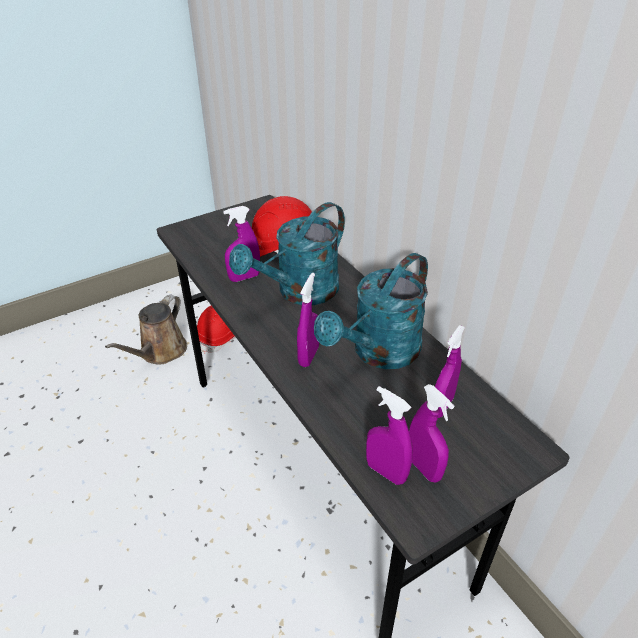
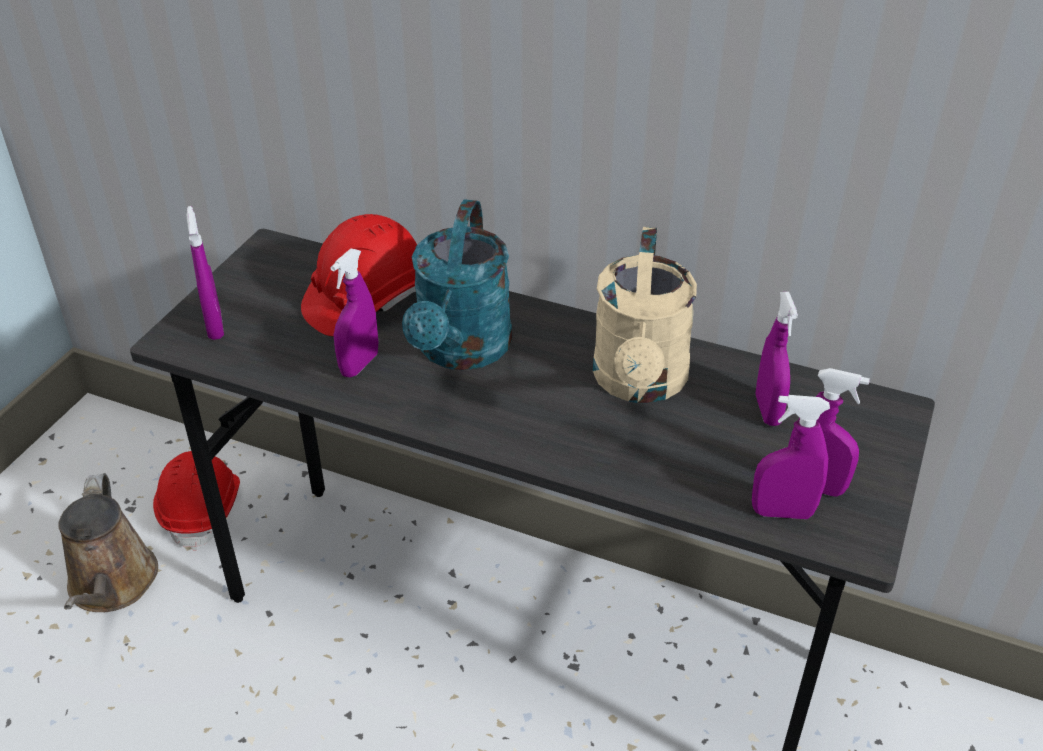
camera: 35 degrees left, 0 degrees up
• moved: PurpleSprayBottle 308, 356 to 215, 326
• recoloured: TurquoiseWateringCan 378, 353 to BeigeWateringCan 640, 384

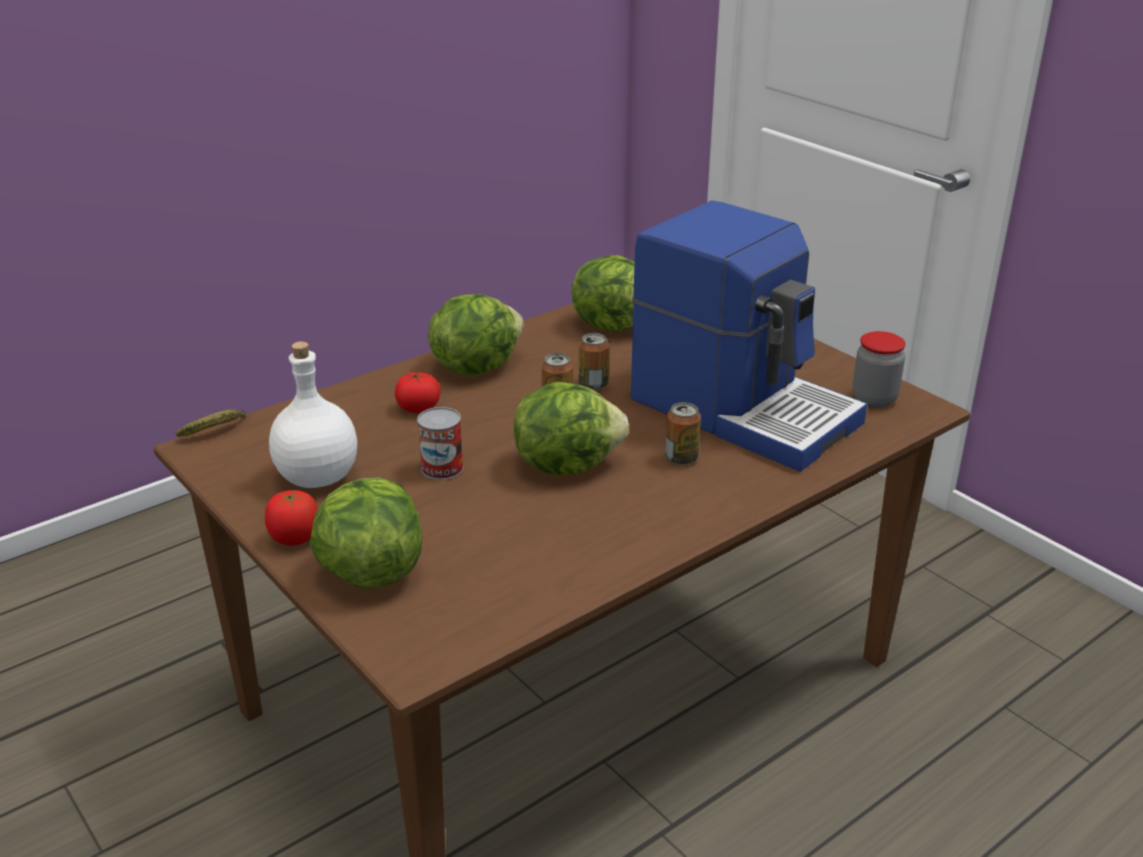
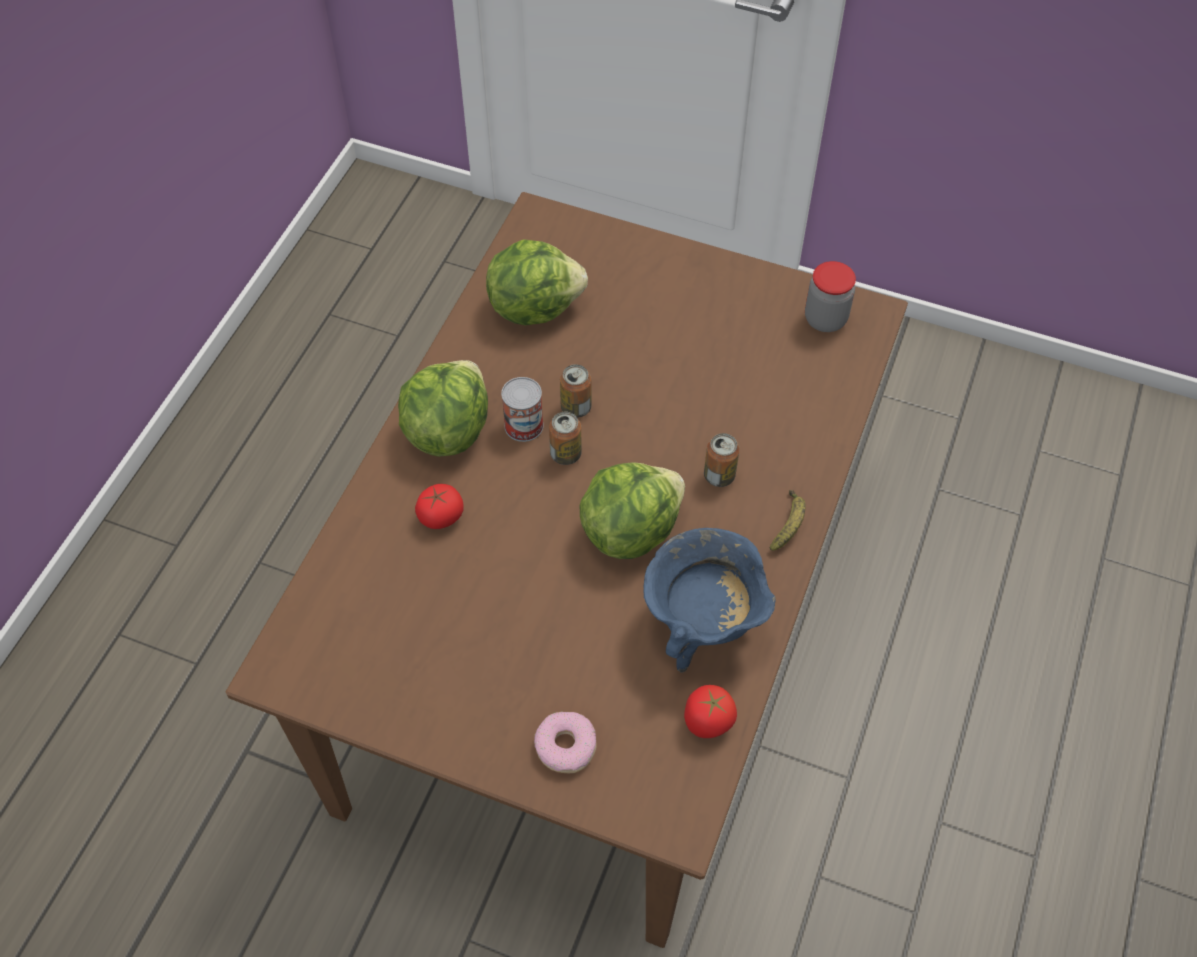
camera: 30 degrees left, 25 degrees up
• removed: WhiteBottle 316, 477
• removed: CoffeeMachine 744, 409
• added: BlueCookingPot 702, 627
• moved: Banana 216, 431 to 789, 524
• moved: Tomato 295, 538 to 707, 722
• moved: Can 442, 468 to 524, 425
• replaced: Lettuce 370, 571 to Donut 566, 746

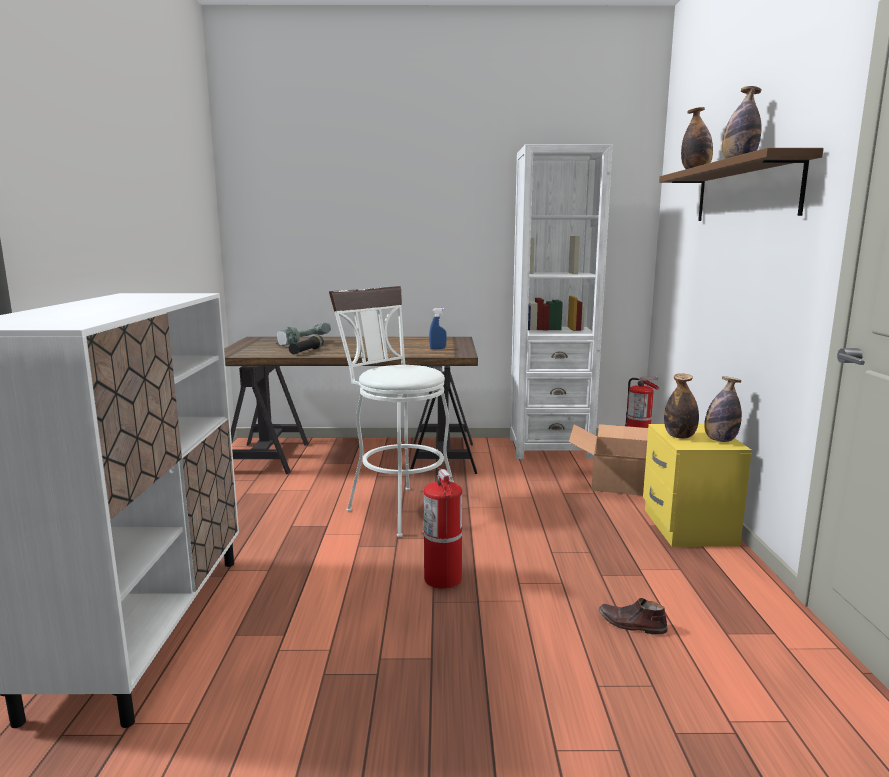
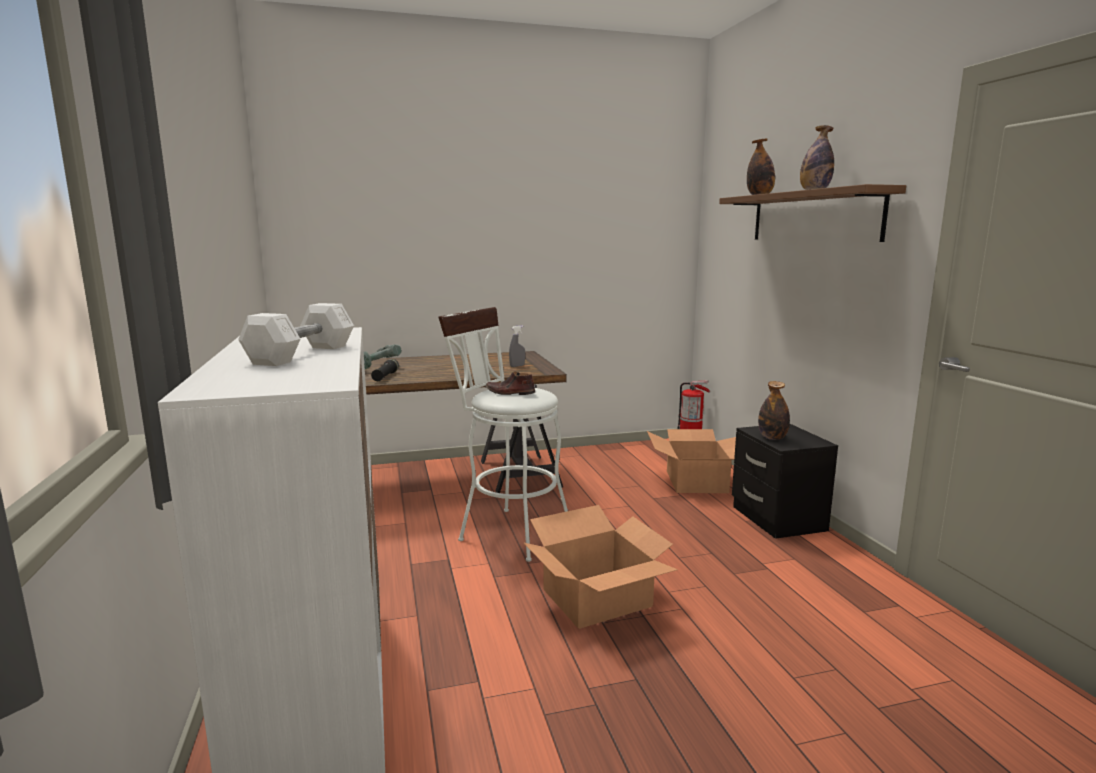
camera: 15 degrees left, 0 degrees up
• removed: WhiteBookcase 550, 448
• removed: Bottle 720, 440
• added: WhiteDumbbell 302, 354
• moved: BrownShoe 631, 624 to 510, 393
• replaced: FireExtinguisher 443, 579 to CardboardBox 598, 598
• recoloured: BlueSprayBottle 437, 348 to GreySprayBottle 517, 366
• recoloured: YellowNightstand 686, 527 to BlackNightstand 776, 519

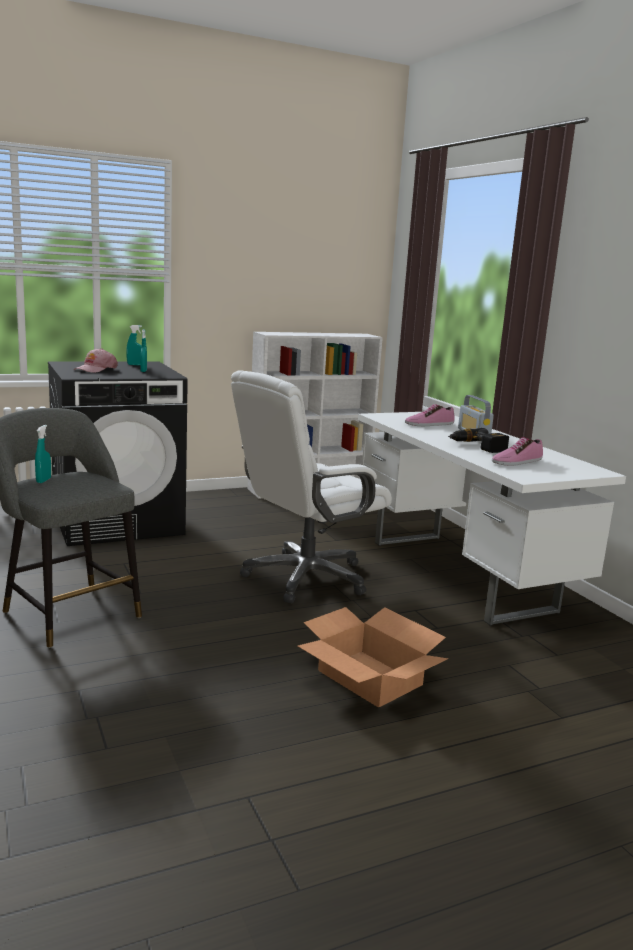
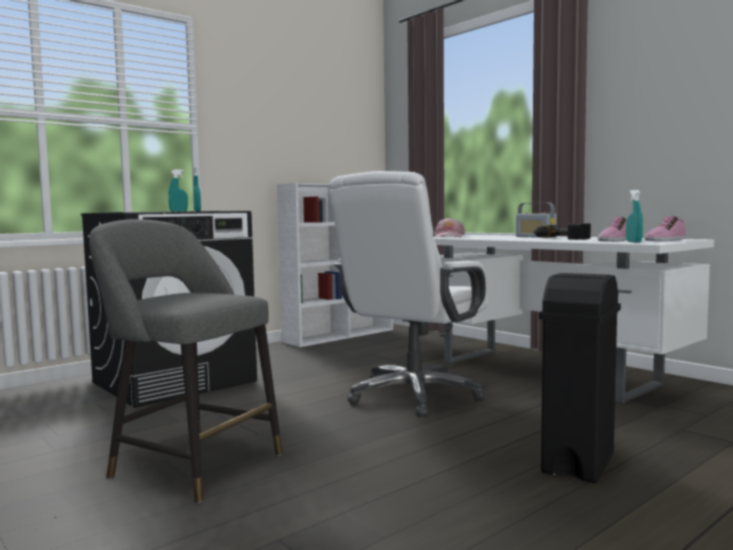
camera: 15 degrees left, 10 degrees down
• moved: TurquoiseSprayBottle 43, 480 to 633, 242
• moved: PinkCap 96, 369 to 449, 237
• moved: Shoe 429, 424 to 665, 240
• replaced: CardboardBox 369, 678 to BlackTrashCan 579, 463

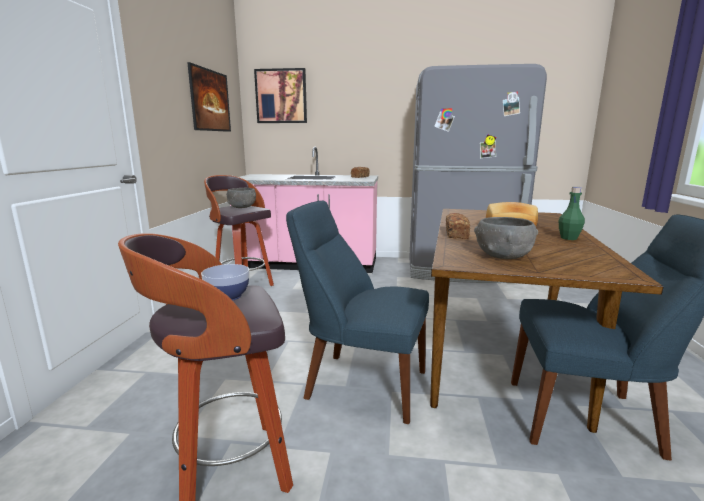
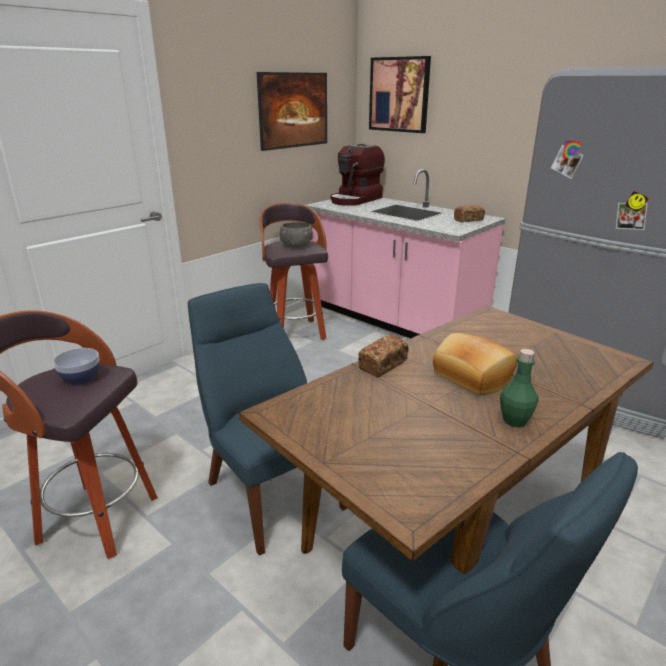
camera: 35 degrees right, 10 degrees up
• removed: GreyBowl 503, 256
• added: CoffeeMachine 356, 200

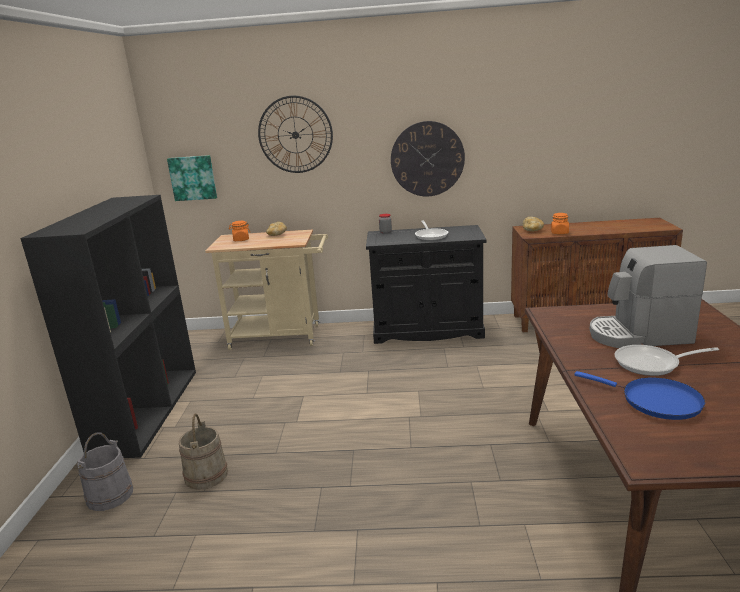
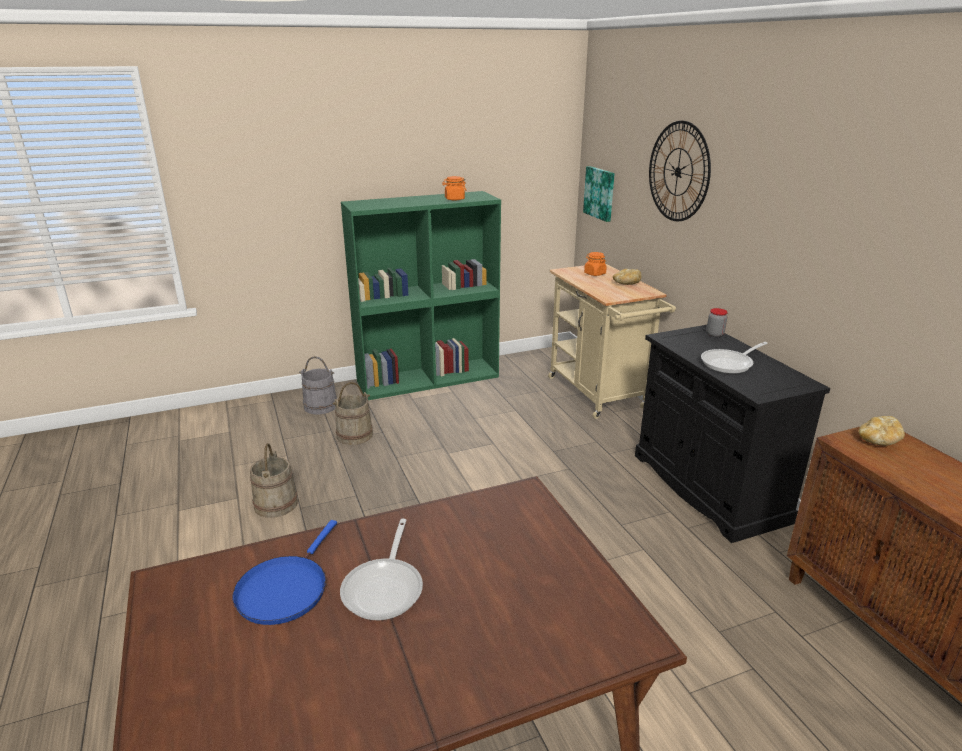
camera: 65 degrees right, 5 degrees up
• removed: WallClock 427, 159
• removed: CoffeeMachine 638, 335
• added: BeigeBucket 276, 504
• moved: OrangeJar 559, 233 to 454, 199
• recoloured: BlackBookcase 147, 410 to GreenBookcase 429, 378
• turned: FryingPan 652, 364 = 385, 588 150 degrees counterclockwise

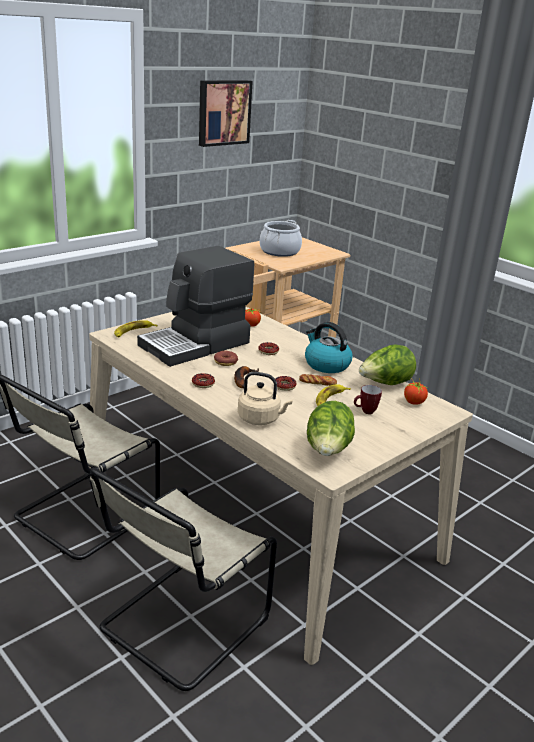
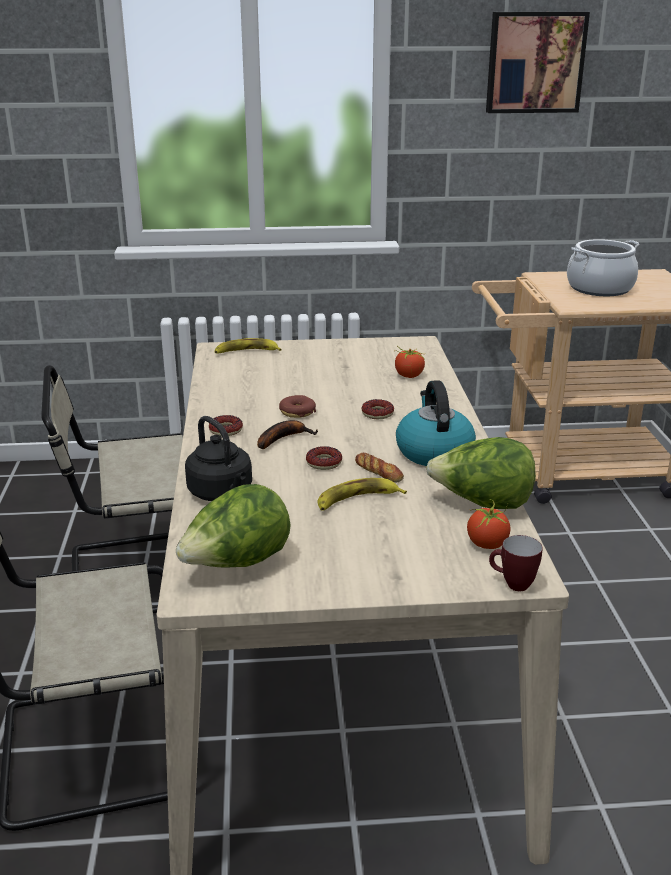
camera: 40 degrees right, 0 degrees up
• removed: CoffeeMachine 196, 344
• moved: Mug 365, 412 to 512, 584
• recoloured: BeigeKettle 261, 419 to BlackKettle 222, 493

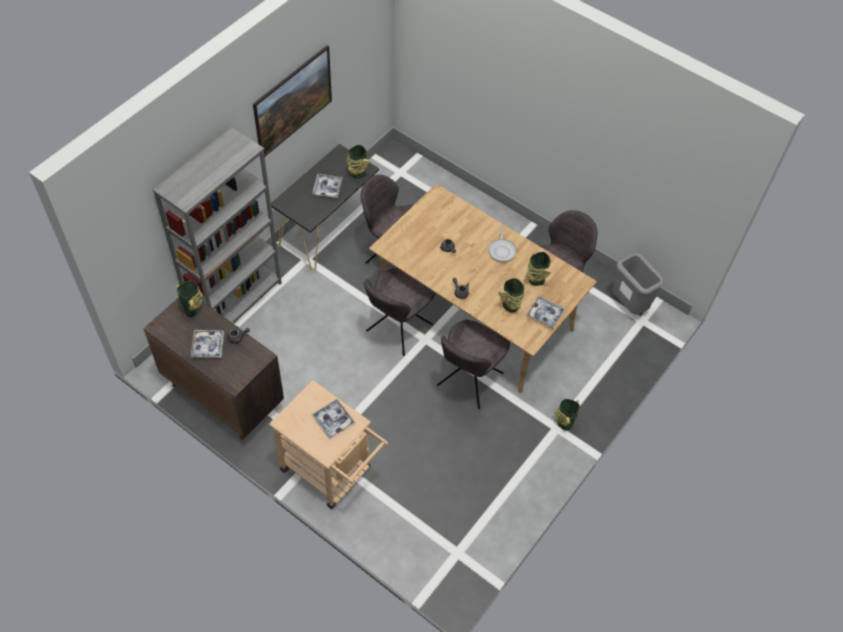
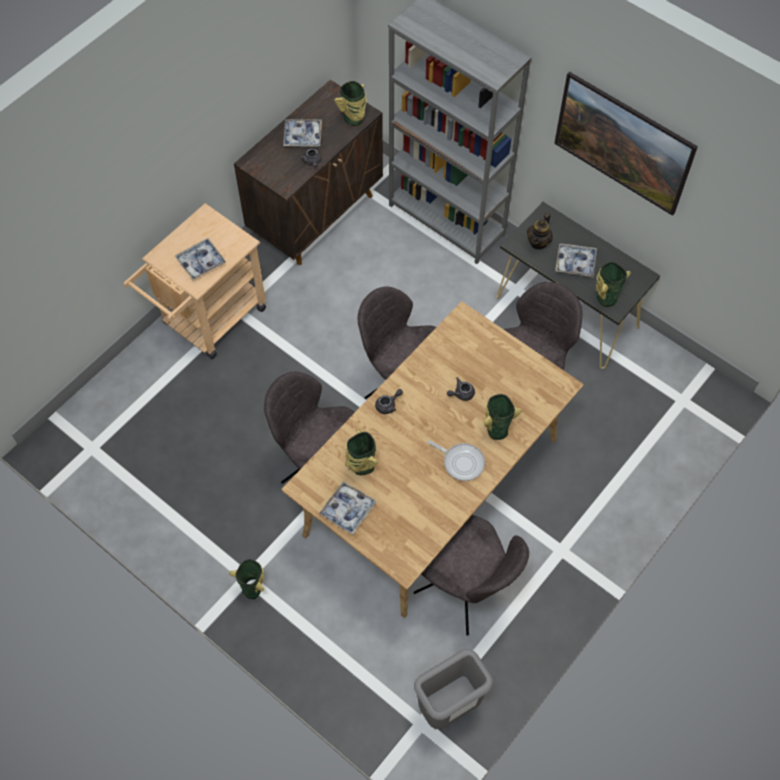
camera: 95 degrees right, 5 degrees up
• added: Teapot 538, 242
• moved: Vase 535, 280 to 496, 428
• turned: FryingPan 502, 250 = 461, 462 150 degrees counterclockwise

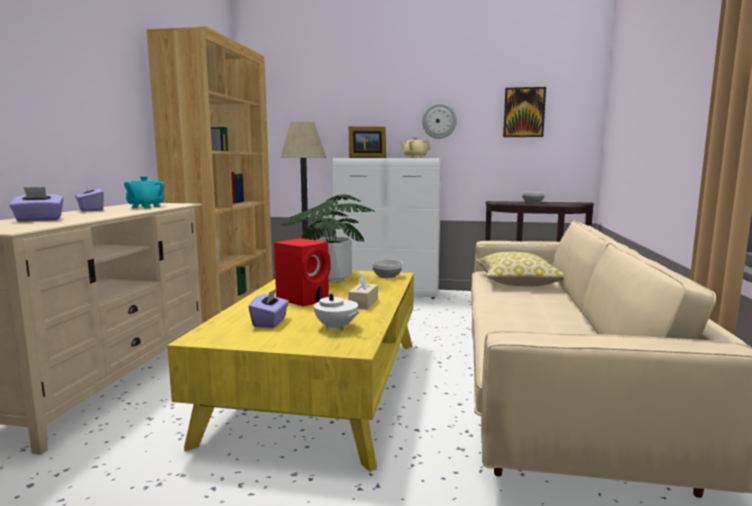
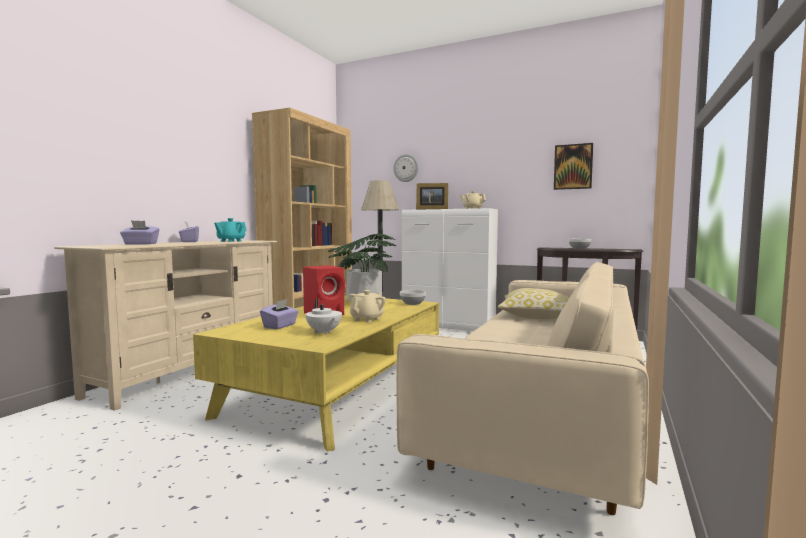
camera: 15 degrees right, 5 degrees down
• moved: WallClock 439, 121 to 406, 168
• replaced: BeigeTissueBox 363, 303 to BeigeTeapot 367, 319

